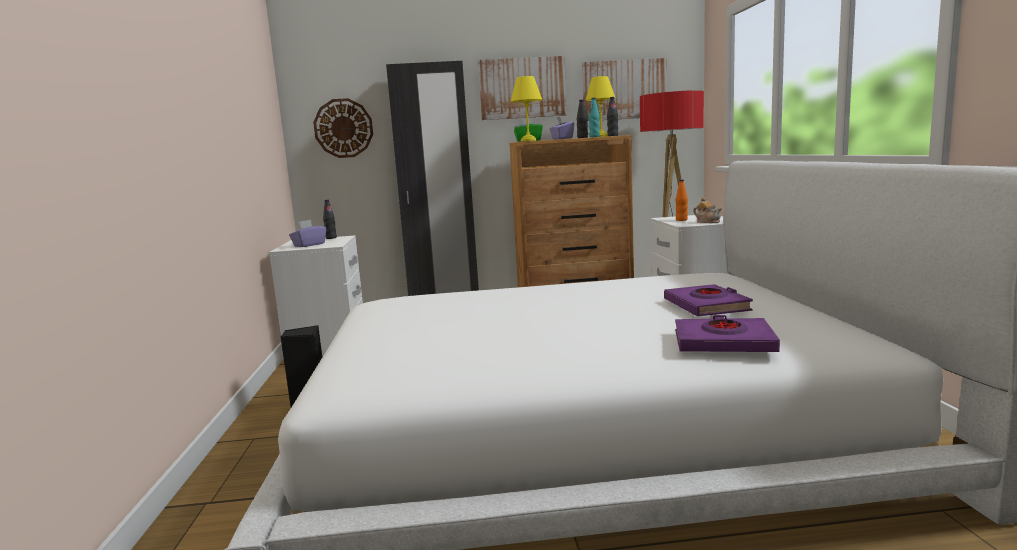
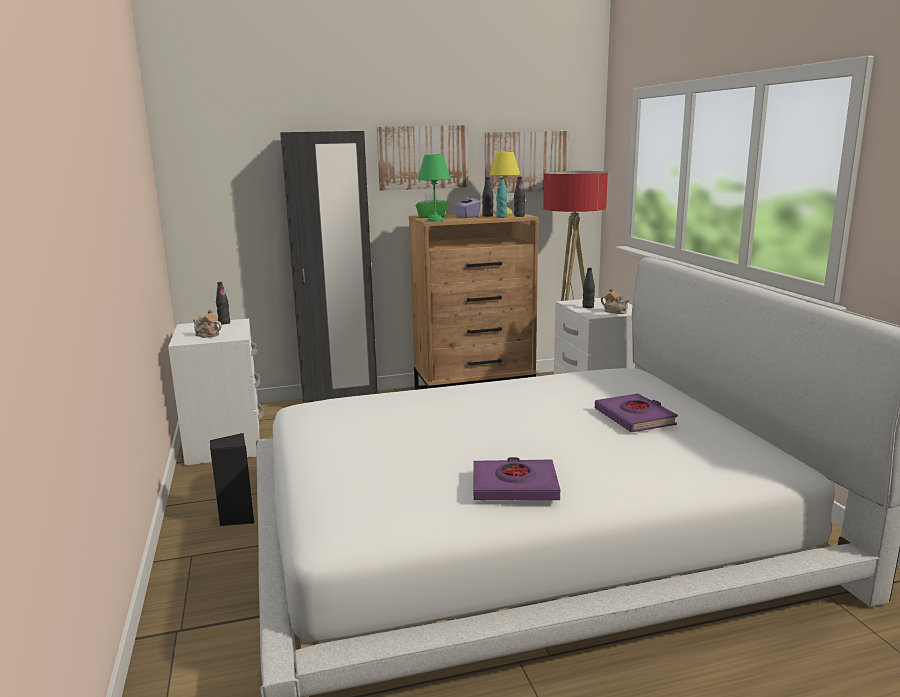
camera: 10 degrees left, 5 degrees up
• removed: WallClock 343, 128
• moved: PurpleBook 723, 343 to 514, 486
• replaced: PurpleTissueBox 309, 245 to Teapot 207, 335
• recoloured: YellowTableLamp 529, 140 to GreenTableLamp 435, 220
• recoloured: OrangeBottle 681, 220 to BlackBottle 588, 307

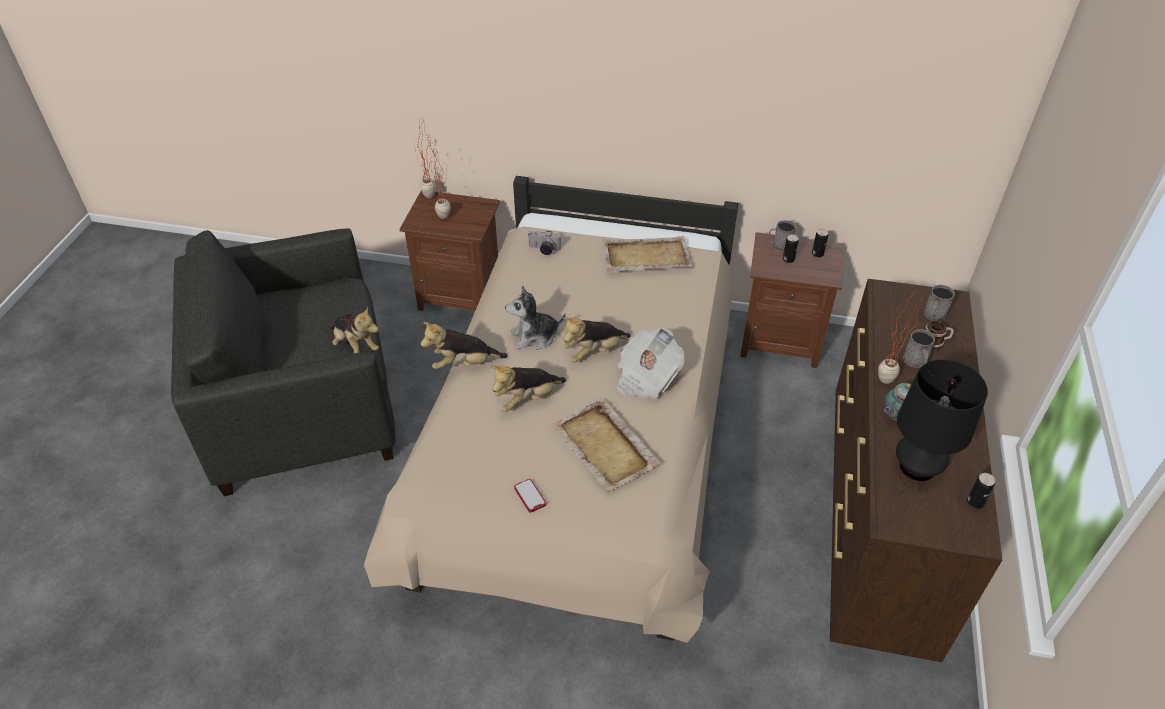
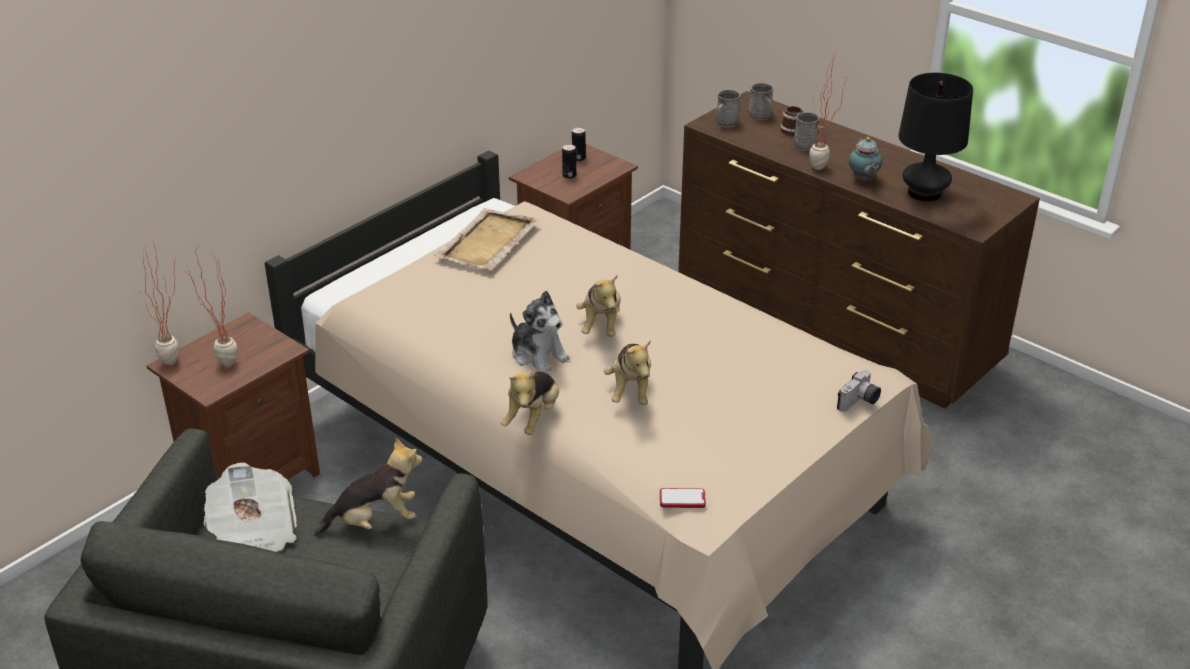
camera: 60 degrees left, 10 degrees down
• removed: BeigeTray 605, 447
• removed: Can 975, 502
• moved: Phone 530, 496 to 682, 499
• moved: PhotoCamera 544, 250 to 859, 402
• moved: Newspaper 646, 377 to 254, 534
• moved: GreyMug 779, 245 to 725, 123
• turned: PlushToy 534, 337 = 538, 355 60 degrees counterclockwise

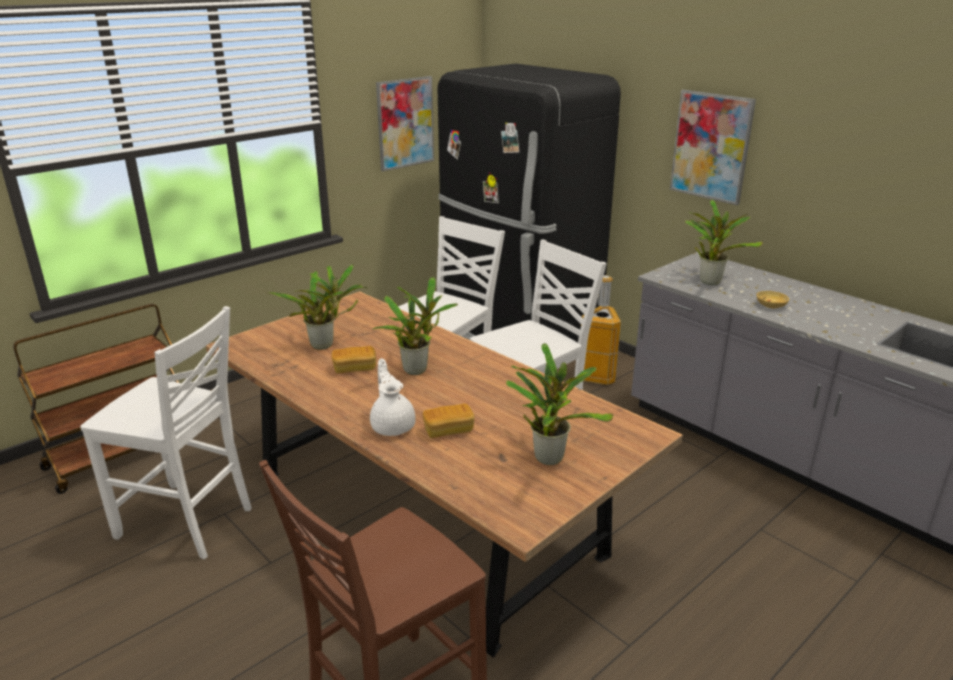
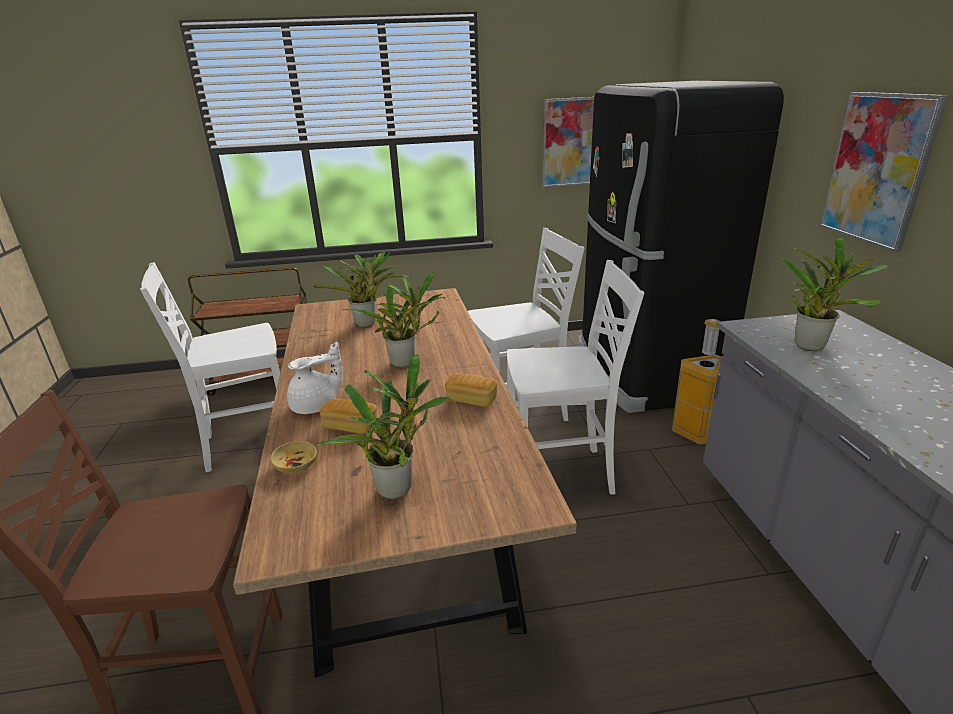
camera: 35 degrees right, 0 degrees up
• moved: Bread 354, 368 to 471, 400
• moved: BeigeBowl 771, 305 to 296, 465
• turned: WhiteChair 188, 523 = 248, 444 105 degrees clockwise
• turned: WhiteTeapot 393, 425 = 316, 406 45 degrees clockwise

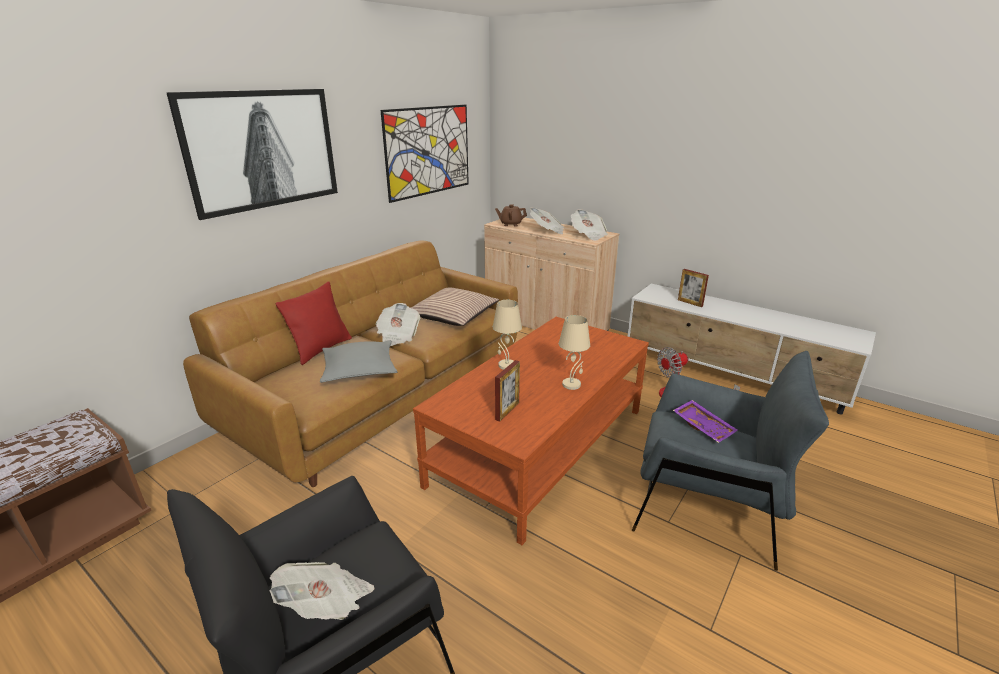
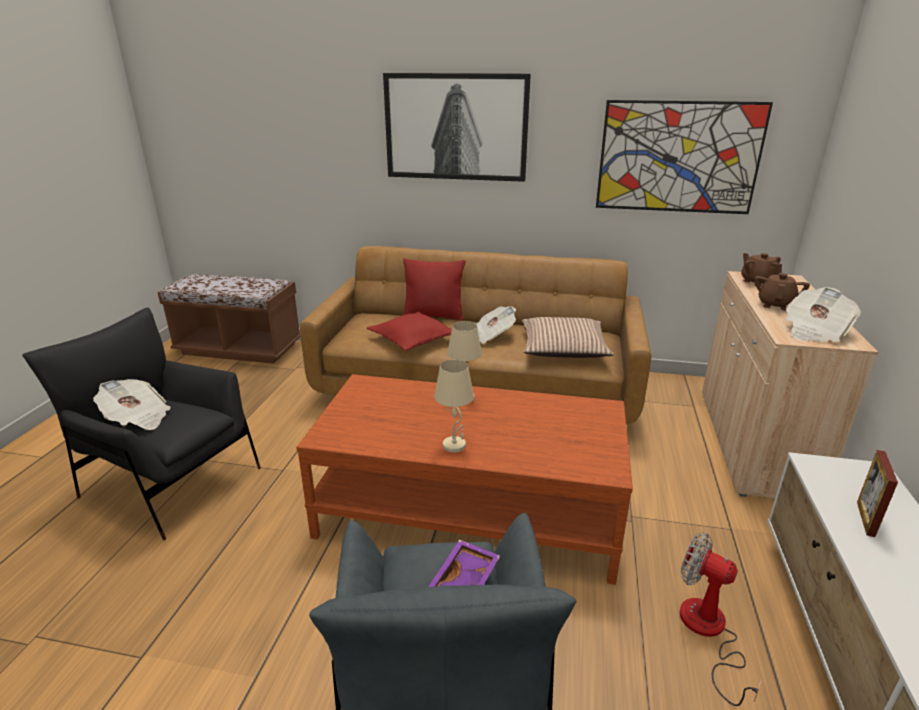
camera: 65 degrees right, 0 degrees up
• removed: PictureFrame 507, 411
• replaced: Newspaper 547, 231 to BrownTeapot 775, 305
• recoloured: GreyPillow 359, 369 to RedPillow 413, 339

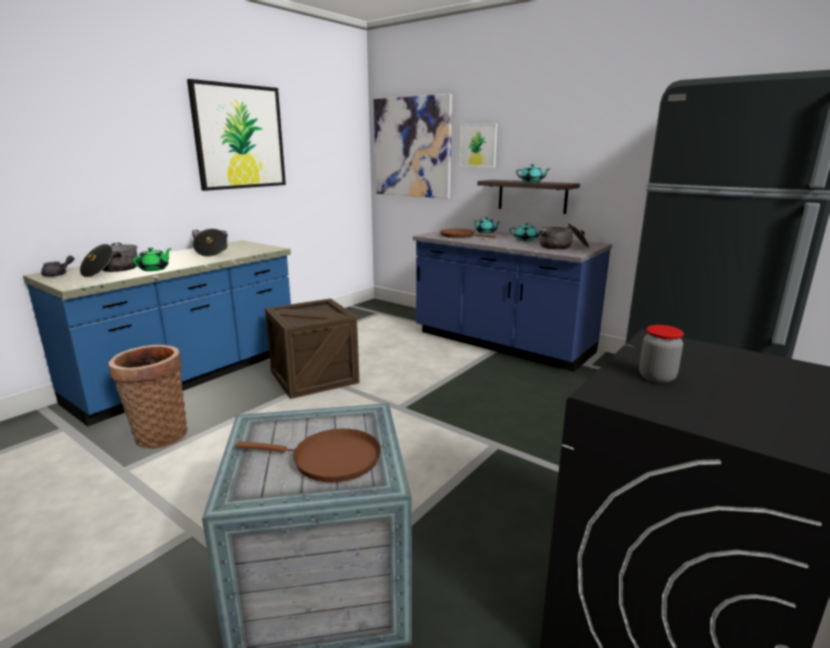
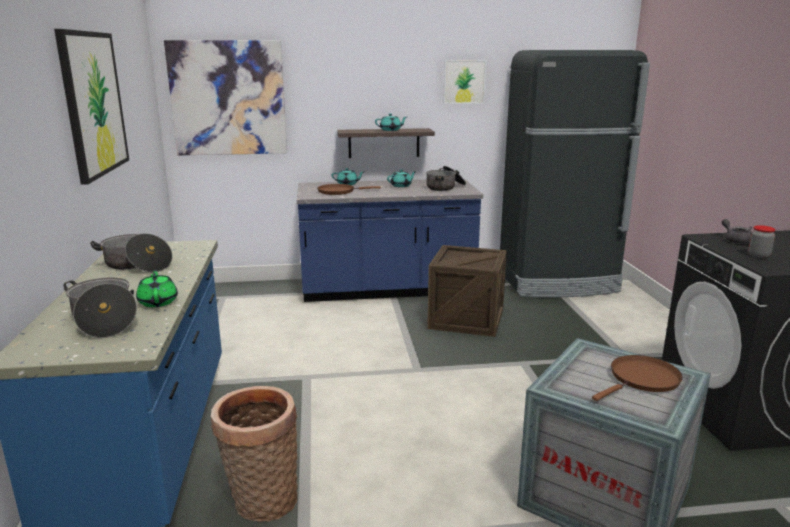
camera: 45 degrees left, 0 degrees up
• moved: GreyTeapot 59, 274 to 735, 240
• moved: Crate 314, 377 to 466, 319
• moved: Picture 478, 145 to 464, 82

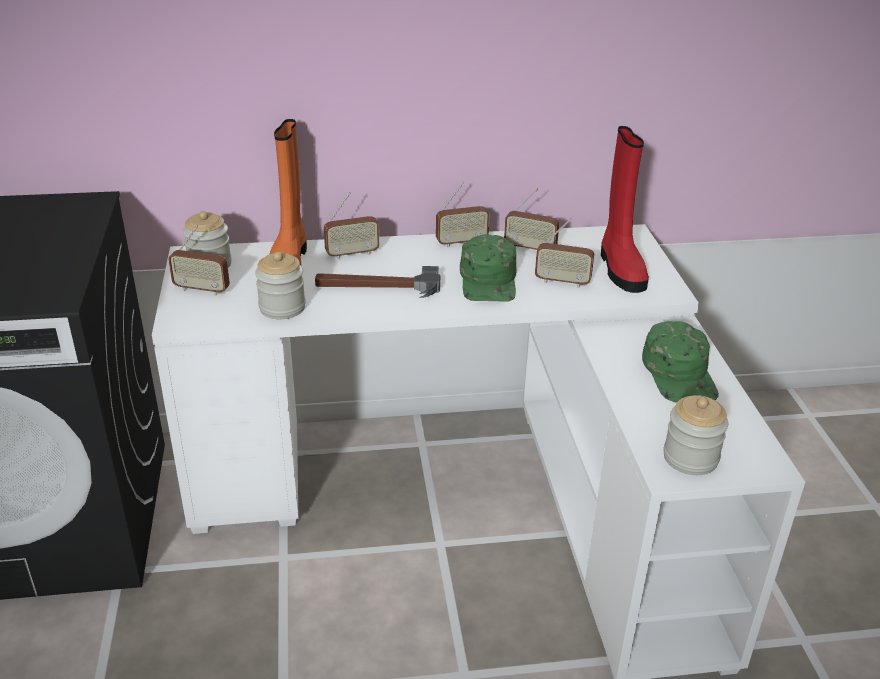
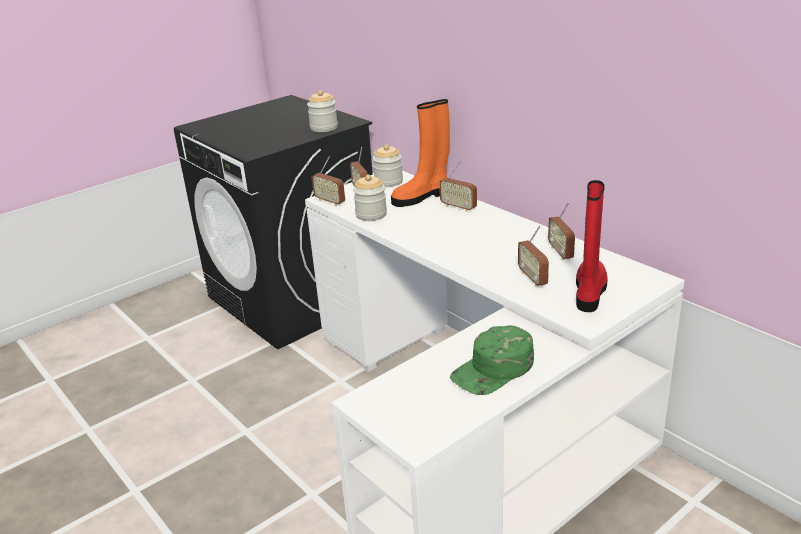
camera: 60 degrees right, 5 degrees down
• removed: Hammer 378, 287
• removed: GreenCap 489, 280
• moved: Radio 461, 242 to 330, 201
• moved: Jar 690, 458 to 324, 128
• turned: RedBoot 620, 269 = 589, 292 150 degrees clockwise

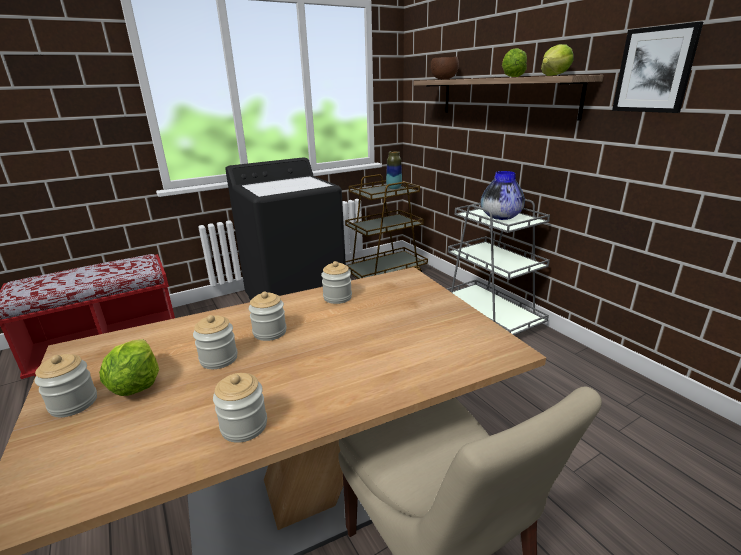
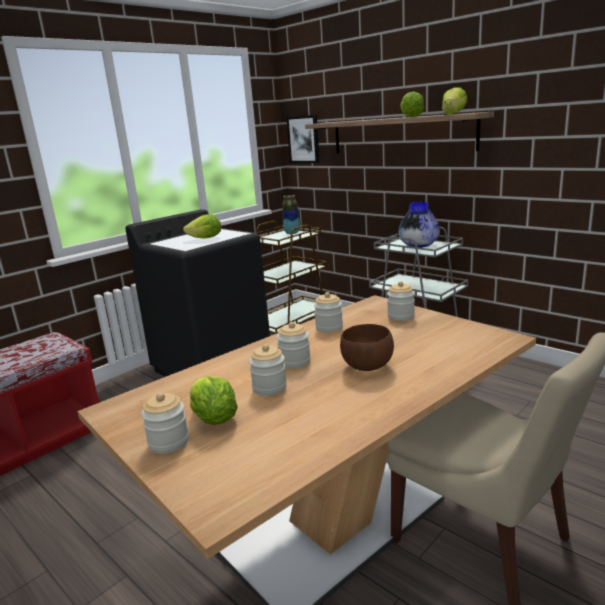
camera: 15 degrees left, 5 degrees down
• added: Lettuce 206, 238
• moved: Jar 244, 426 to 401, 316
• moved: BrownBowl 444, 79 to 367, 367
• moved: Picture 655, 70 to 303, 139

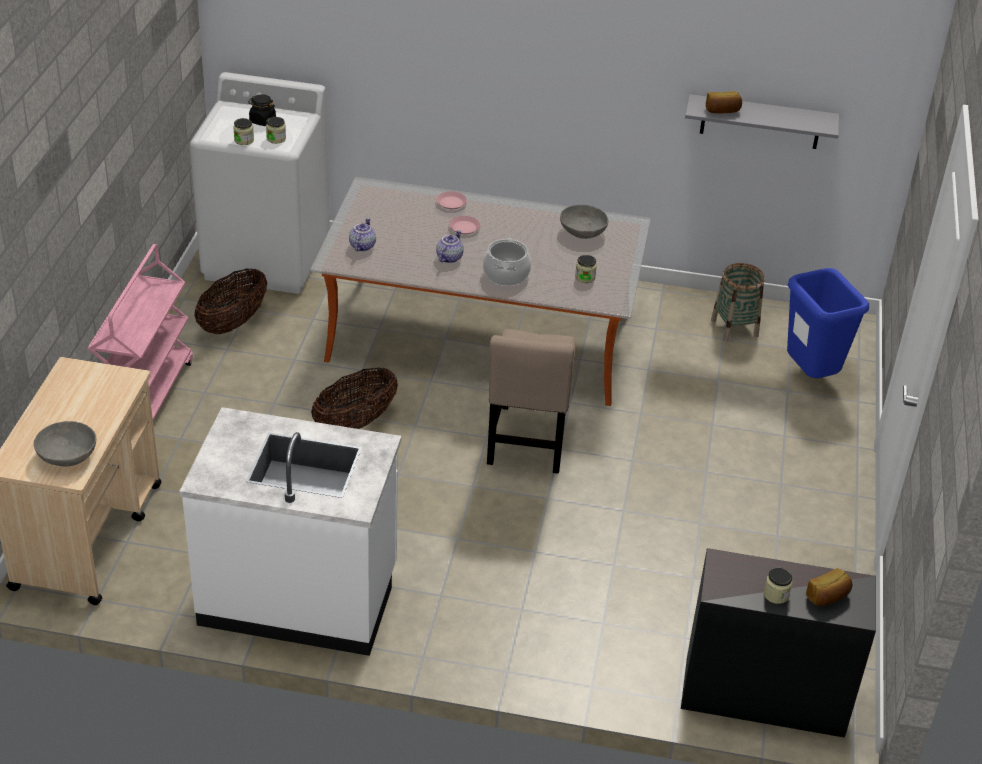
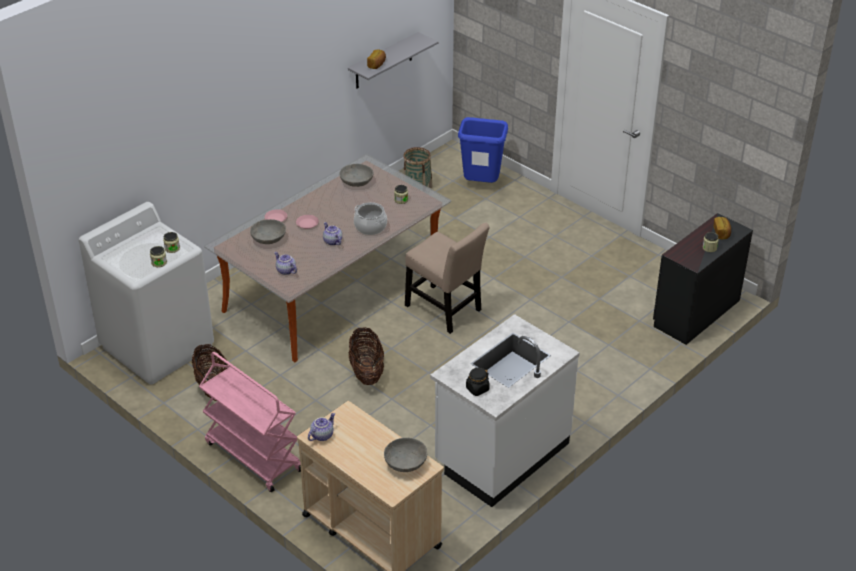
camera: 55 degrees left, 0 degrees up
• added: GreyBowl 268, 239
• added: Teapot 322, 435
• moved: BlackJar 262, 121 to 477, 389

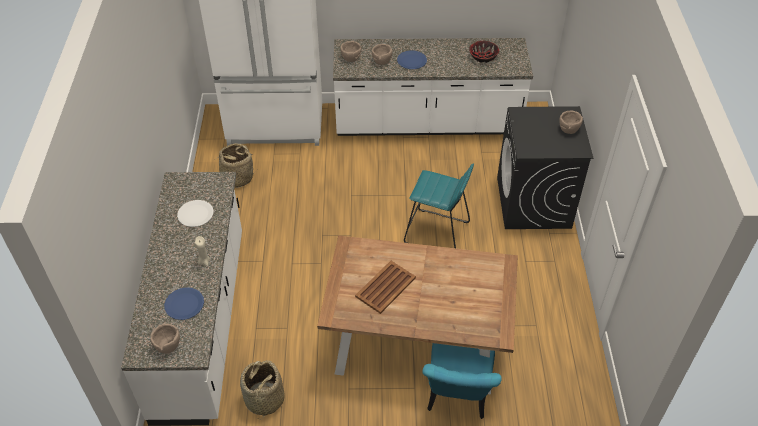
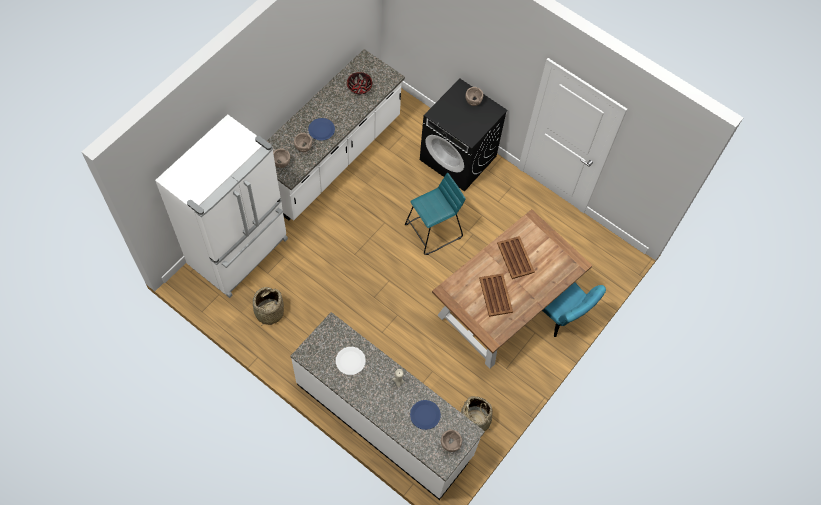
camera: 55 degrees left, 15 degrees up
• added: BrownTray 515, 257

